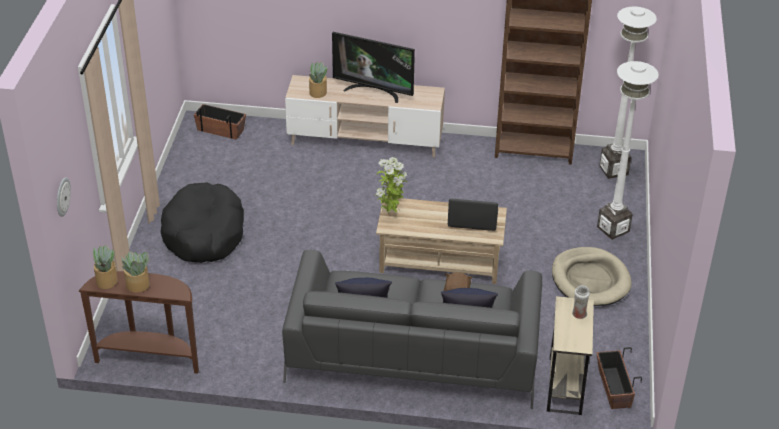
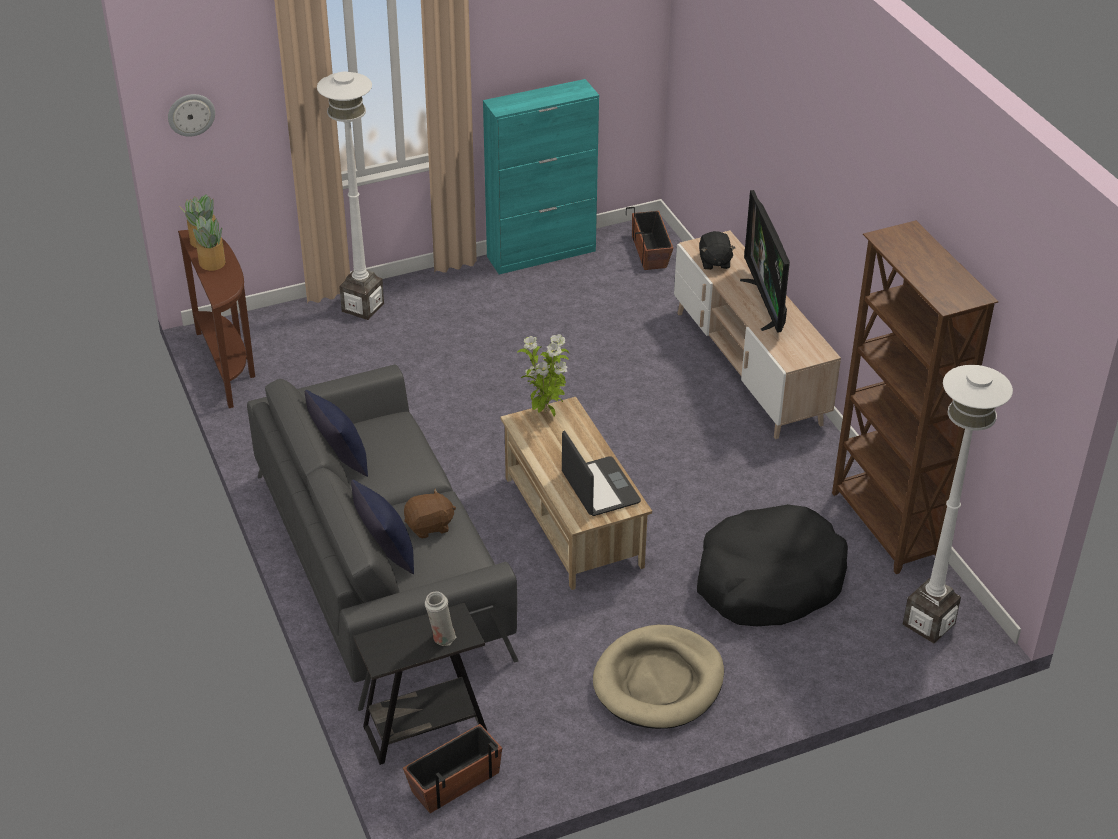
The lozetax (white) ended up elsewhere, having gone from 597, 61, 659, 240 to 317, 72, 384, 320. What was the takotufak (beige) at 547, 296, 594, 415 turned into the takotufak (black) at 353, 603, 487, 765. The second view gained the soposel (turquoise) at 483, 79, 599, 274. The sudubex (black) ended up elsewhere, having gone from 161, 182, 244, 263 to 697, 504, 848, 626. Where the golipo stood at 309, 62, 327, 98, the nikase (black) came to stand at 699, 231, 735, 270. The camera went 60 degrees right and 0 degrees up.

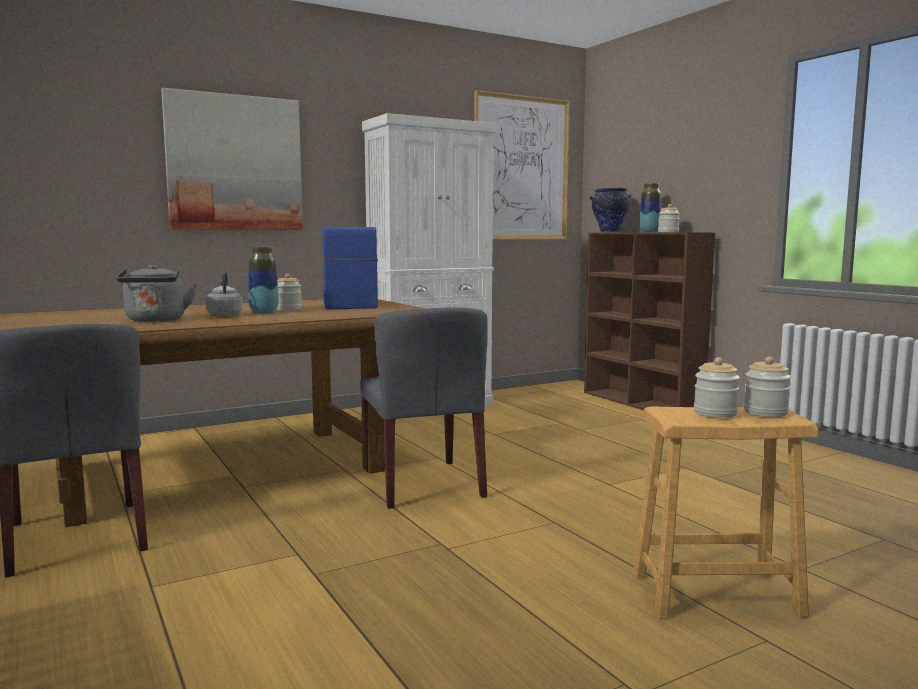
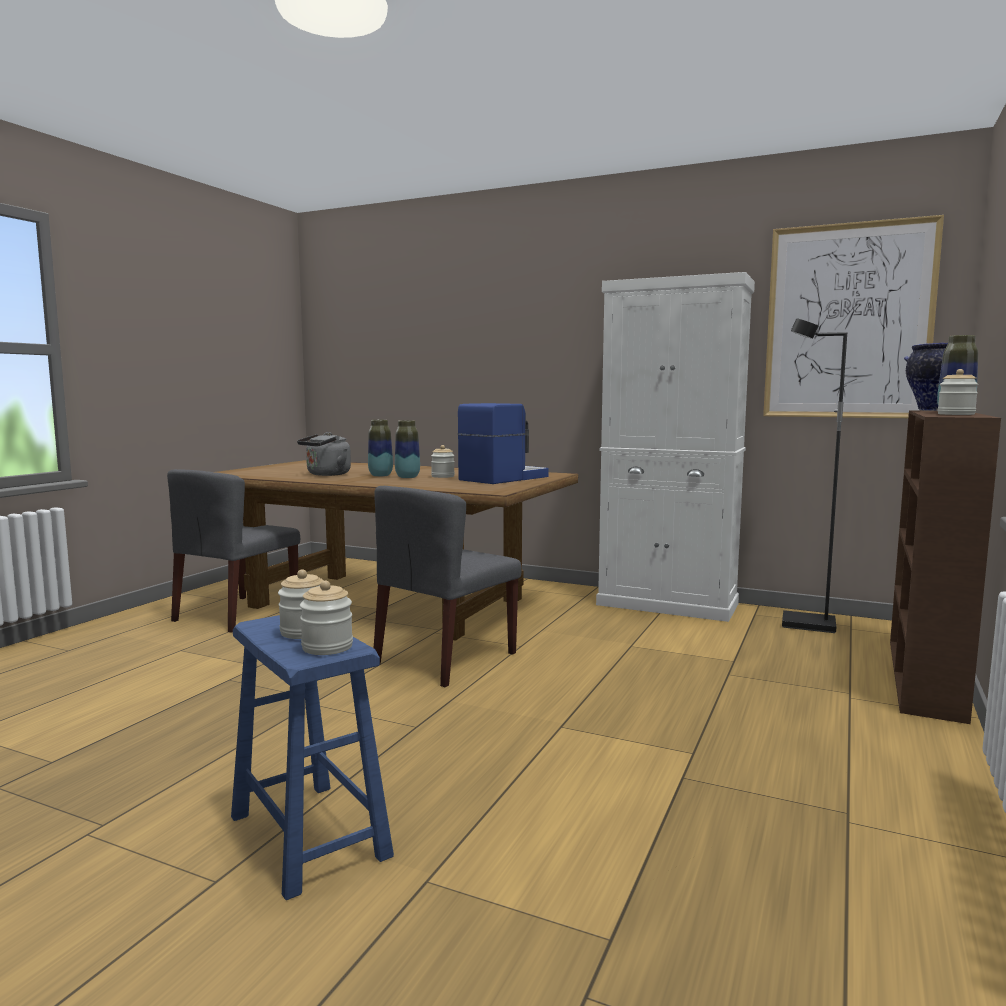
What was the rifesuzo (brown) at 633, 406, 818, 619 turned into the rifesuzo (blue) at 231, 615, 394, 900. Where the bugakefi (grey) stood at 206, 272, 243, 316, the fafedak came to stand at 368, 420, 393, 477. The second view gained the lozetax (black) at 782, 318, 847, 633. The second view lost the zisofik at 161, 88, 303, 230. The camera went 55 degrees right and 0 degrees up.

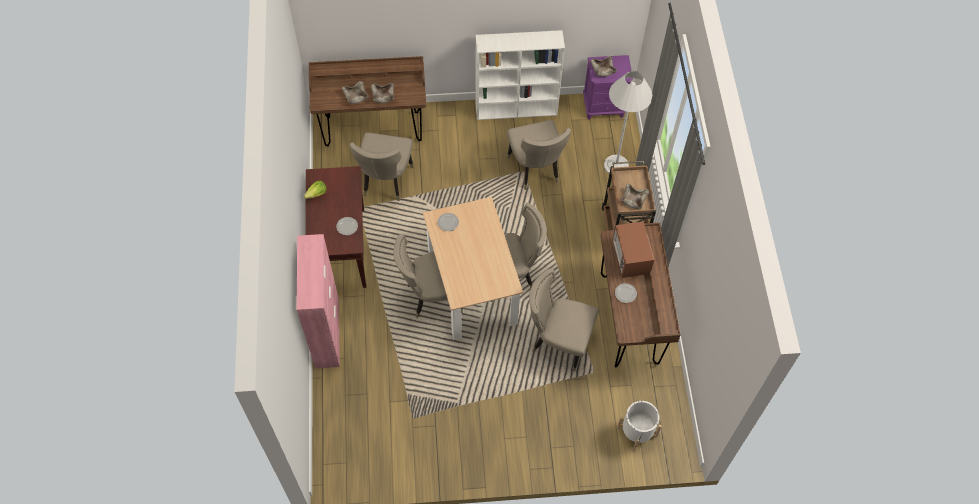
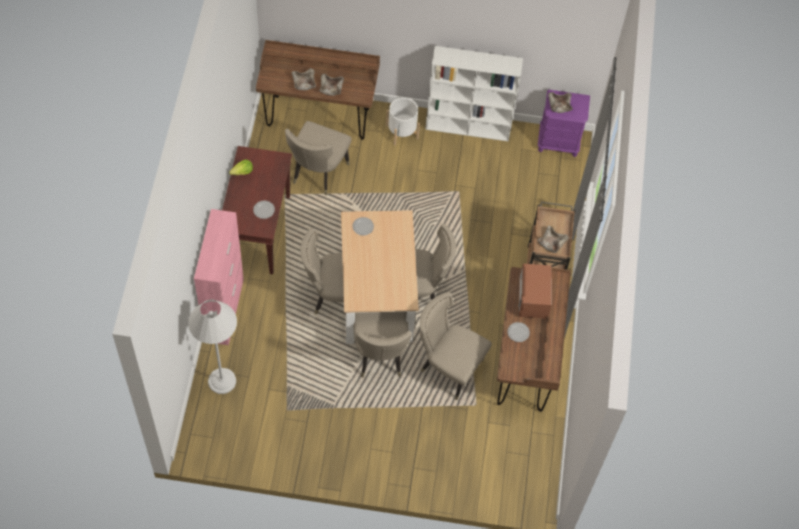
The lozetax (white) ended up elsewhere, having gone from 604, 71, 653, 173 to 188, 300, 237, 394. The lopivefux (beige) ended up elsewhere, having gone from 507, 120, 571, 190 to 353, 312, 412, 378. The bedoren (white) ended up elsewhere, having gone from 617, 401, 662, 451 to 386, 97, 420, 146. The camera went 10 degrees right and 0 degrees up.

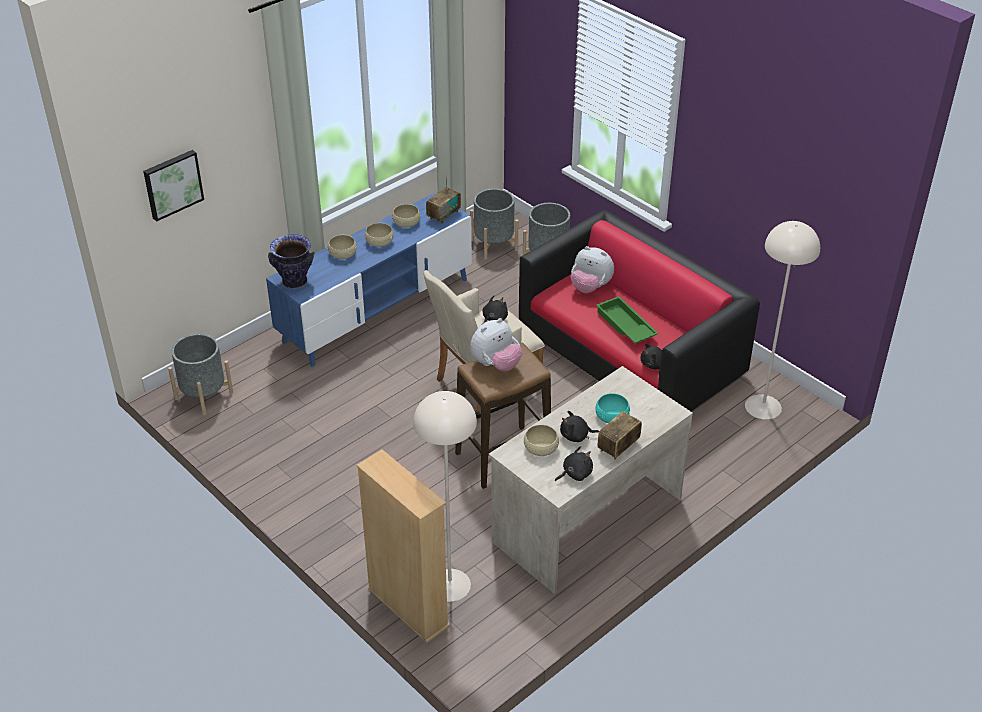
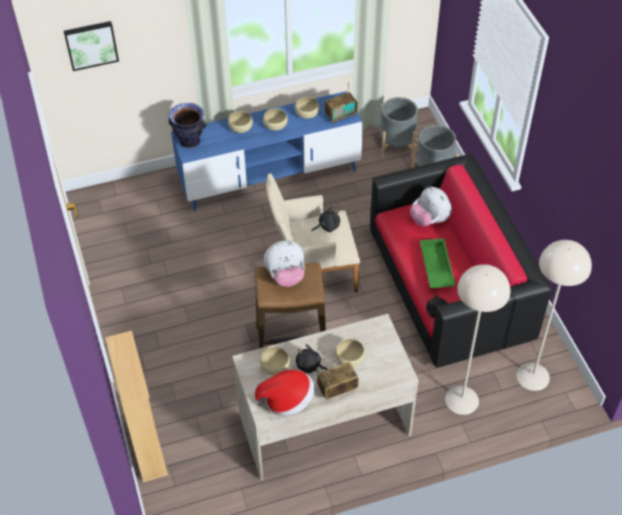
Where the nikase (black) stood at 555, 446, 593, 481, the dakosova came to stand at 255, 370, 315, 416. What was the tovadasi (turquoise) at 595, 393, 630, 423 turned into the tovadasi (beige) at 335, 339, 365, 367. The lozetax (beige) ended up elsewhere, having gone from 413, 391, 477, 602 to 445, 264, 510, 415. The second view lost the bedoren (grey) at 168, 334, 233, 416. The camera went 25 degrees right and 10 degrees up.

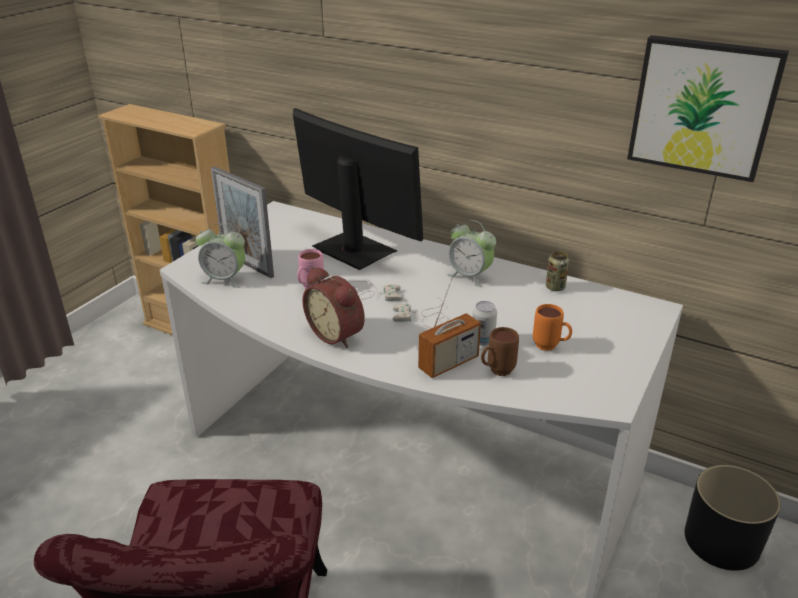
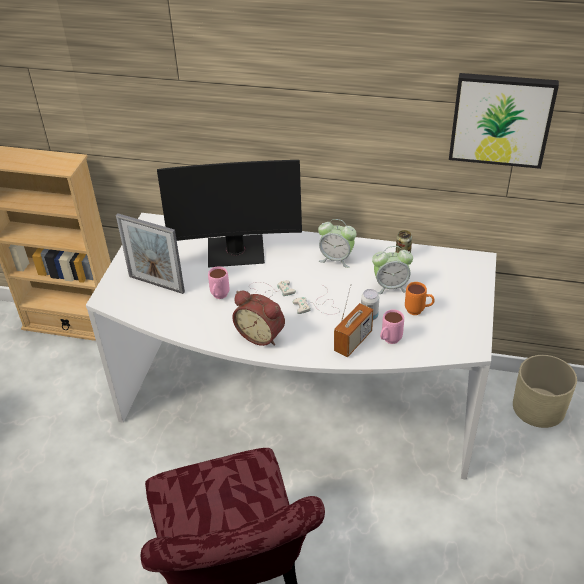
The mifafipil at 293, 108, 423, 270 ended up facing another way, 150 degrees clockwise from before. The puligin ended up elsewhere, having gone from 196, 223, 245, 288 to 372, 246, 413, 294. What was the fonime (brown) at 481, 327, 519, 376 turned into the fonime (pink) at 380, 309, 404, 344. What was the bedoren (black) at 685, 465, 781, 571 turned into the bedoren (beige) at 513, 355, 577, 428. The camera went 15 degrees left and 10 degrees up.

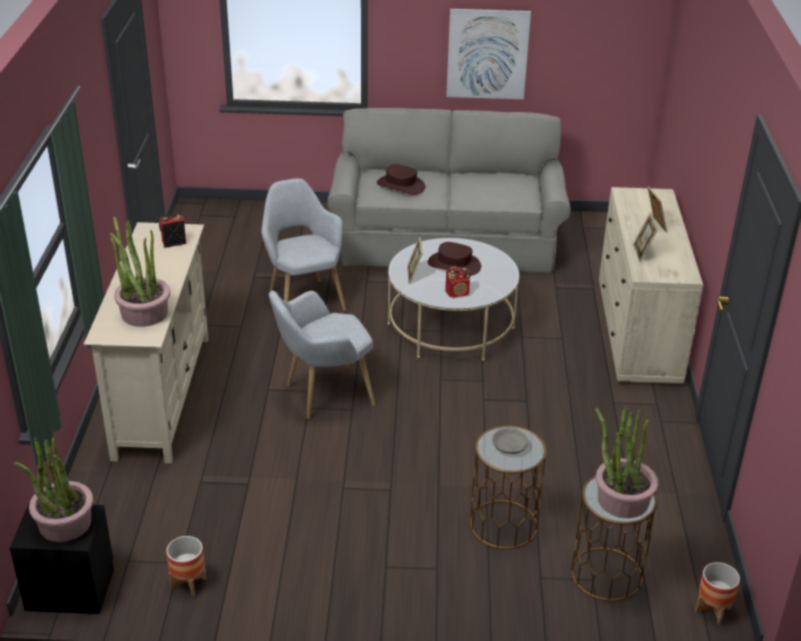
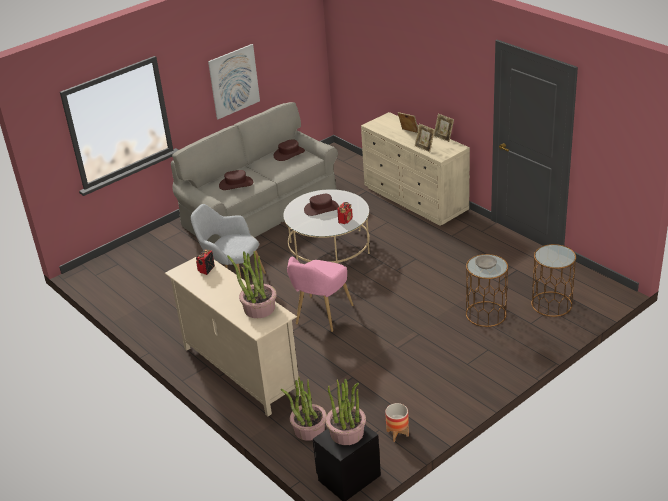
The second view gained the dakosova (brown) at 273, 139, 305, 161. The golipo ended up elsewhere, having gone from 595, 407, 658, 518 to 281, 377, 327, 441. What was the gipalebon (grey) at 269, 291, 375, 420 turned into the gipalebon (pink) at 287, 257, 353, 332. The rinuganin ended up elsewhere, having gone from 407, 236, 422, 284 to 434, 114, 454, 142. The second view lost the bedoren at 695, 562, 740, 625. The camera went 40 degrees left and 0 degrees up.

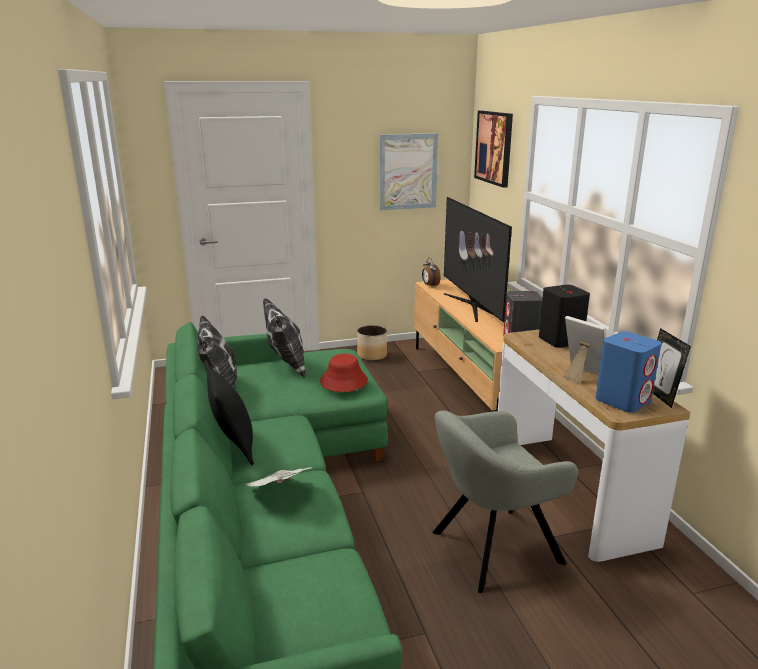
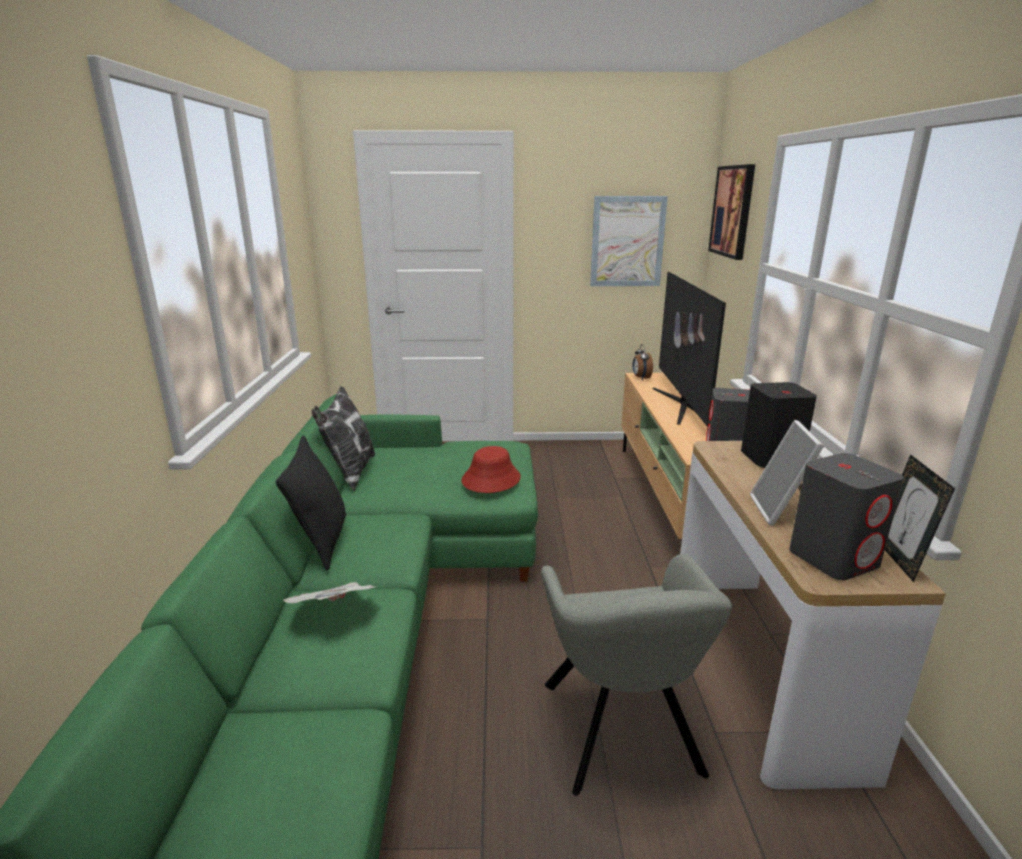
The gipalebon (grey) at 433, 411, 578, 593 ended up facing another way, 90 degrees counterclockwise from before. The rinuganin at 563, 316, 607, 384 ended up facing another way, 150 degrees counterclockwise from before. What was the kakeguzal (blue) at 596, 331, 661, 413 turned into the kakeguzal (grey) at 789, 453, 904, 580. The second view lost the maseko at 263, 298, 305, 377. The second view lost the bedoren at 357, 325, 387, 361. The camera went 15 degrees right and 0 degrees up.

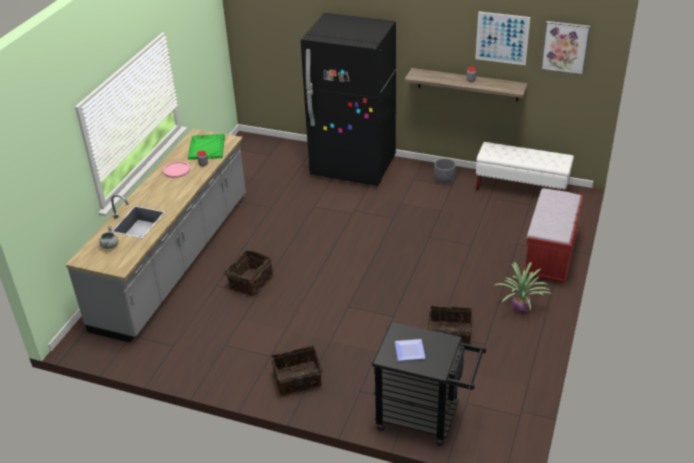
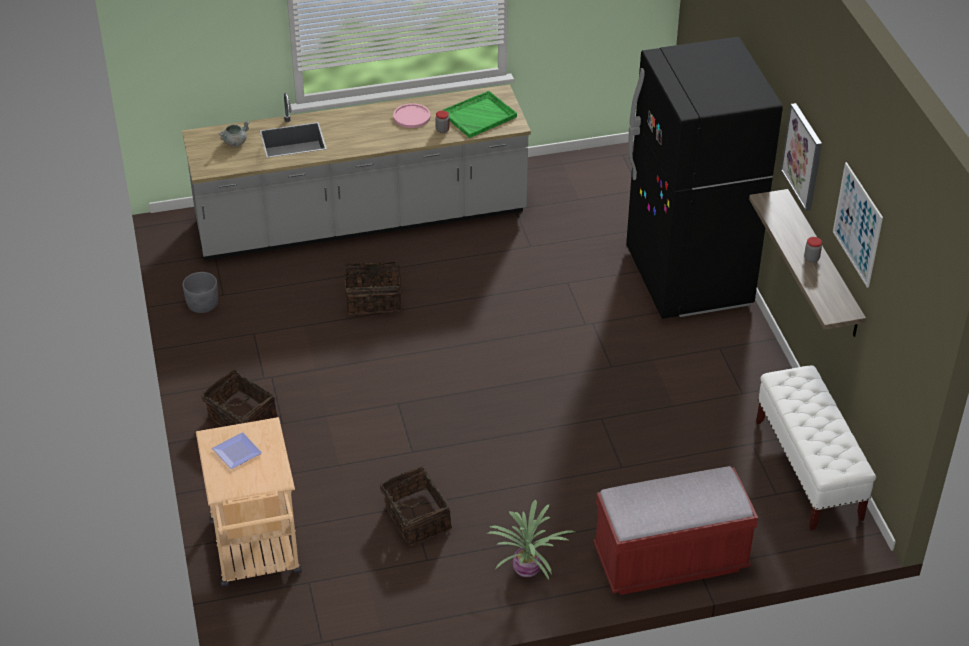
The bedoren (grey) ended up elsewhere, having gone from 435, 158, 456, 183 to 182, 272, 218, 313. What was the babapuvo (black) at 372, 322, 486, 446 turned into the babapuvo (beige) at 196, 417, 302, 587. The zisofik ended up elsewhere, having gone from 541, 21, 590, 75 to 781, 103, 822, 211. The camera went 55 degrees right and 5 degrees up.

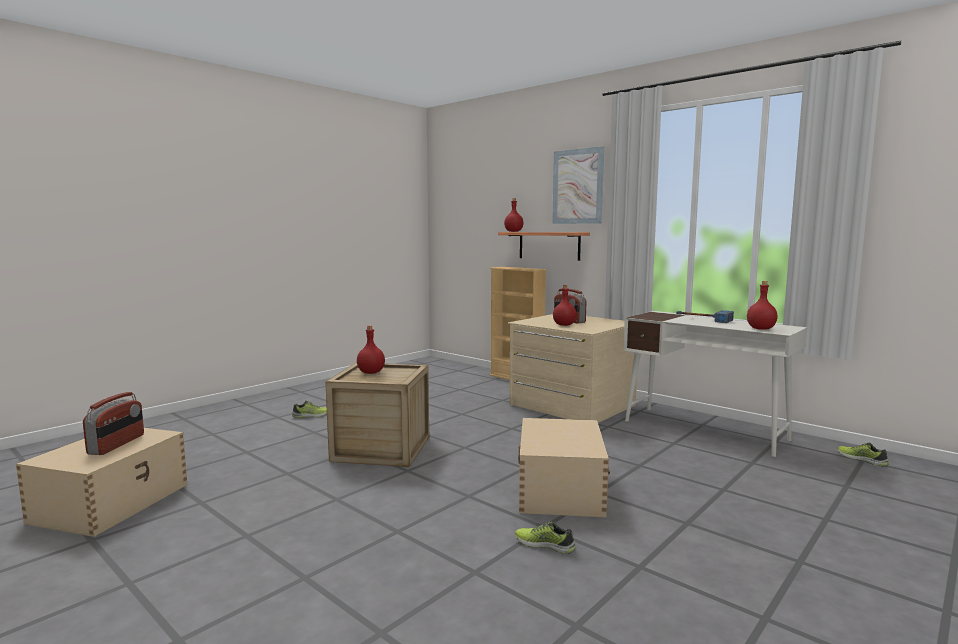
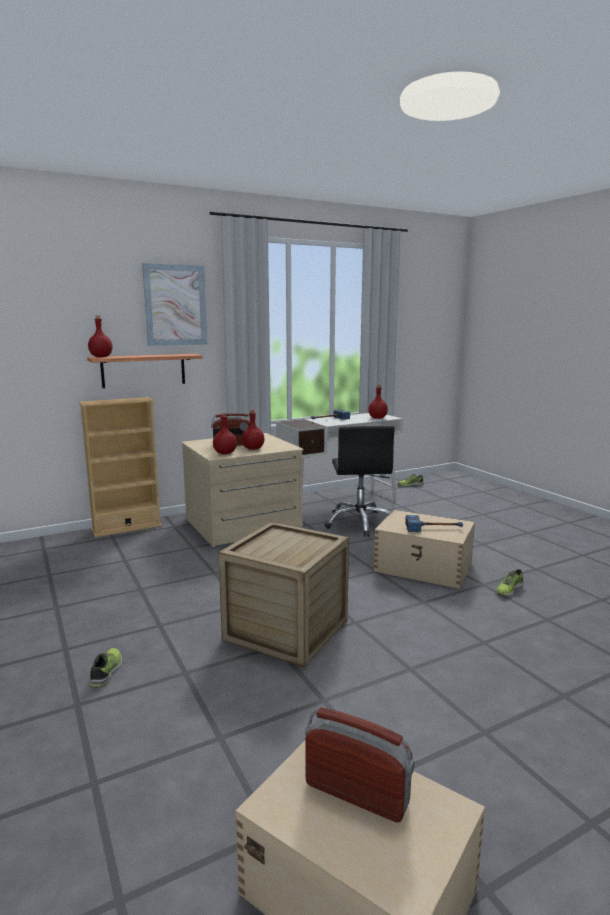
The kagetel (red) ended up elsewhere, having gone from 357, 326, 385, 374 to 213, 413, 237, 454. The second view gained the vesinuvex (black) at 325, 426, 395, 537. The second view gained the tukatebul at 405, 515, 463, 532. The camera went 70 degrees left and 5 degrees up.

